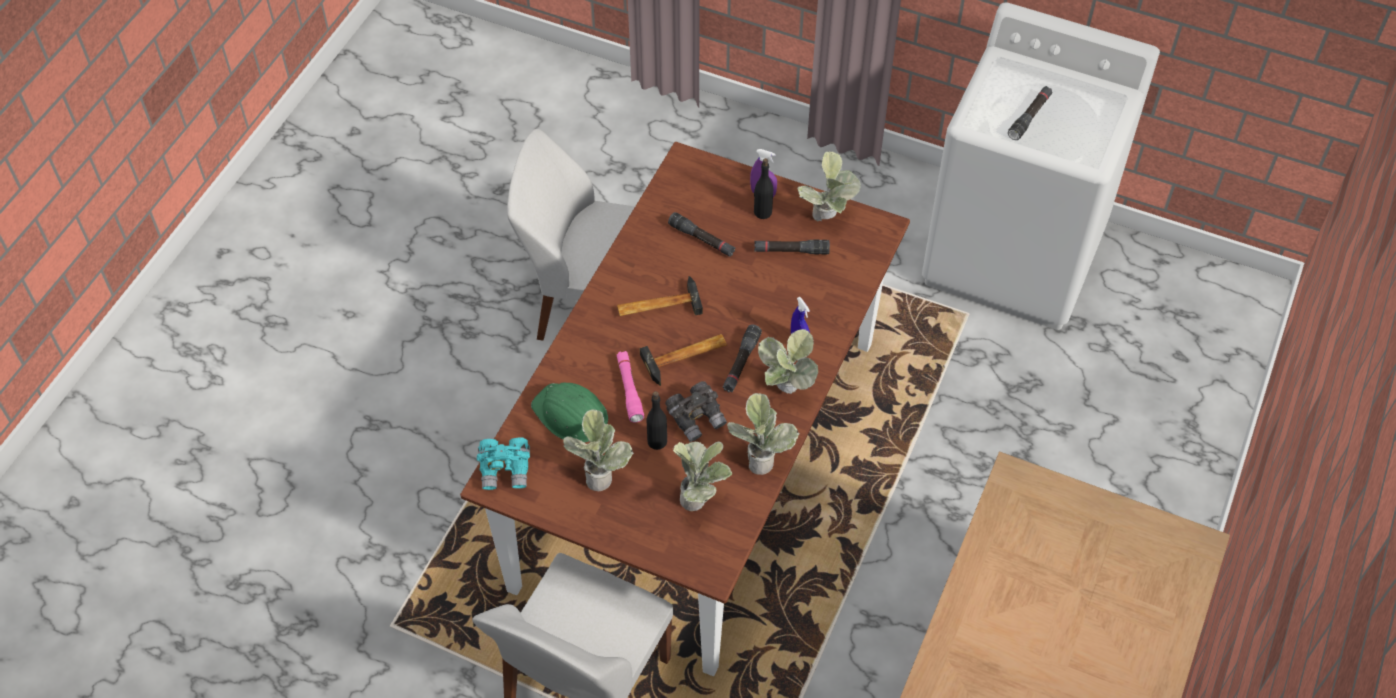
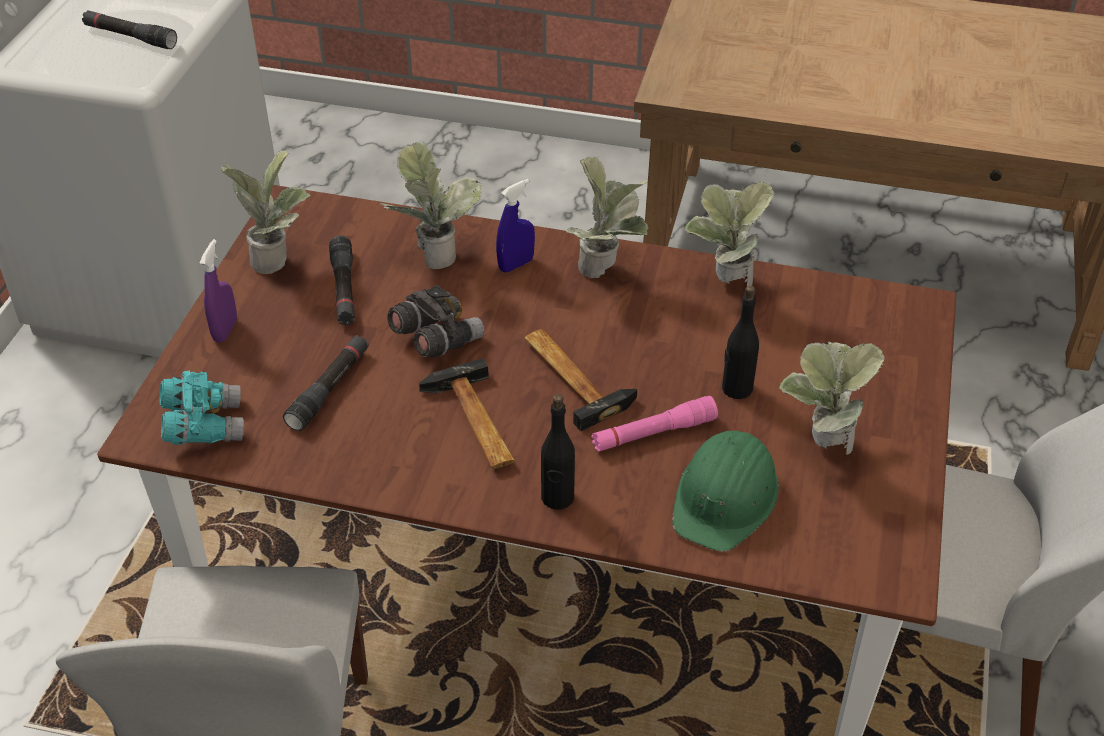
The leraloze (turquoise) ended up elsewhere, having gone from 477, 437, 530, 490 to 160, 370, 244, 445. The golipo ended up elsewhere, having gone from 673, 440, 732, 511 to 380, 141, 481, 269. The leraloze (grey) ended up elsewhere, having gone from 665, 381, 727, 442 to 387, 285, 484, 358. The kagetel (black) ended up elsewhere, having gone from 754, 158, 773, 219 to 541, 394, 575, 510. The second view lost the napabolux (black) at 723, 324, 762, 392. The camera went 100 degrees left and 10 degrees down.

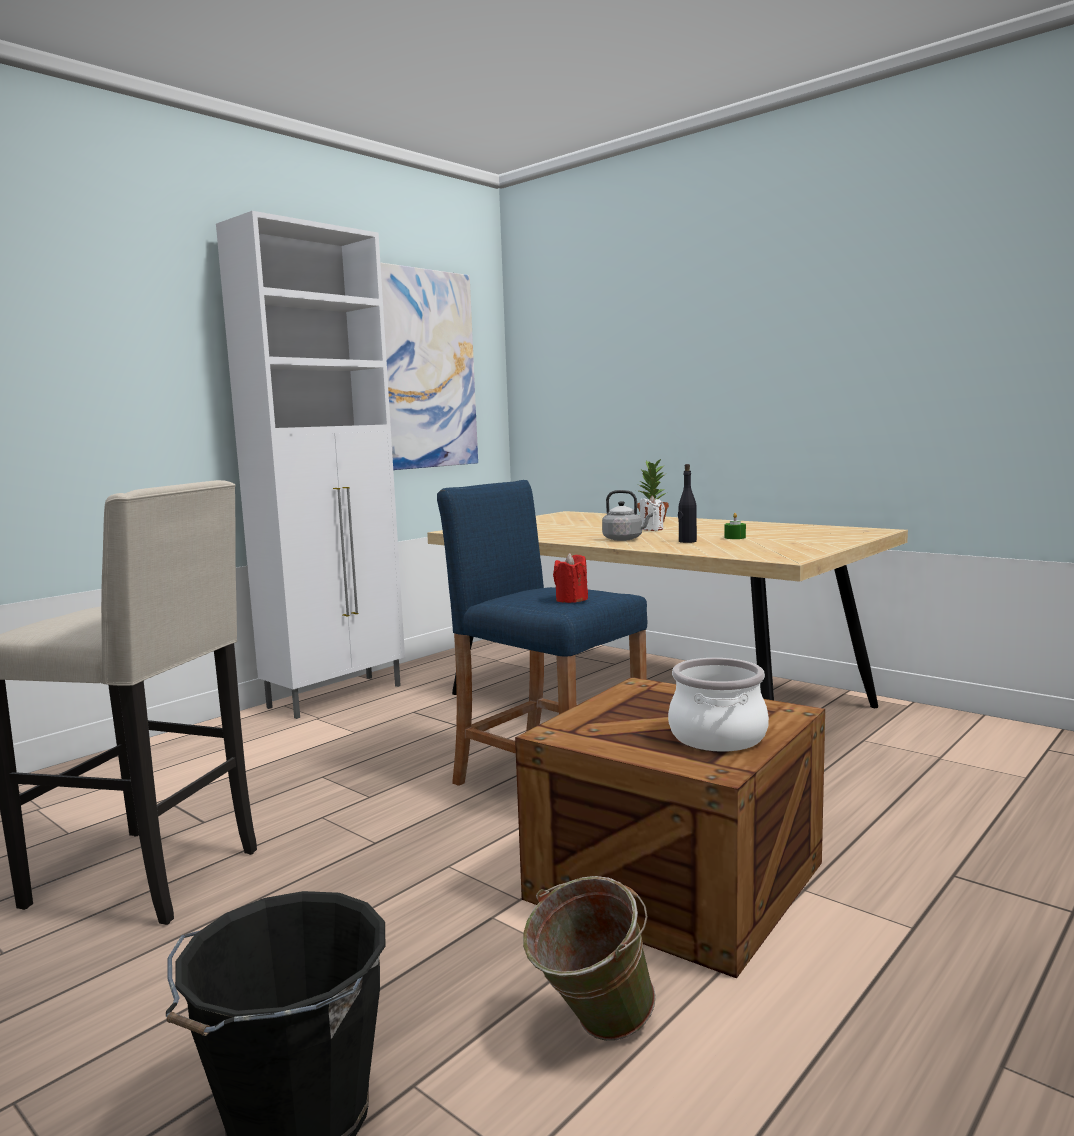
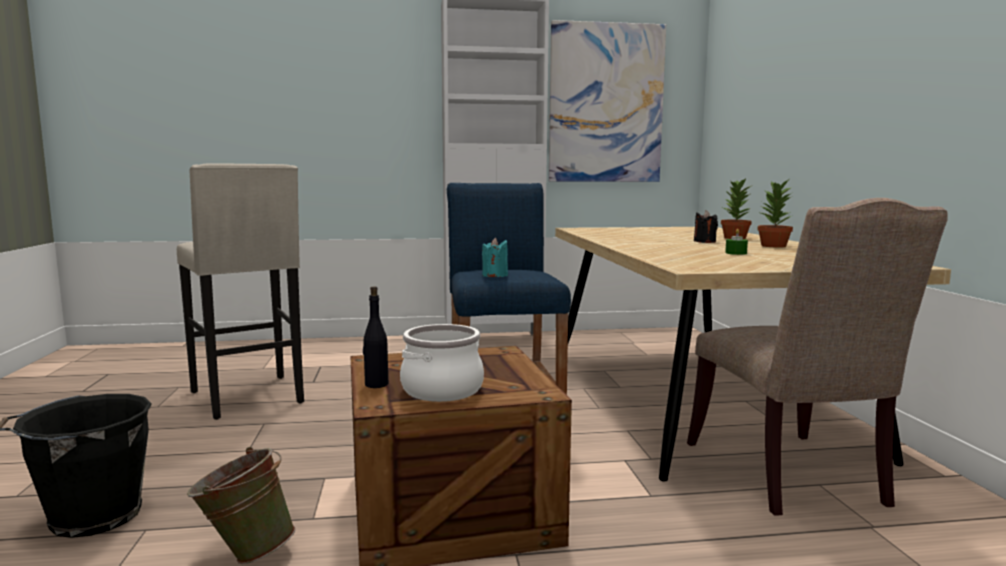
The kagetel (black) ended up elsewhere, having gone from 678, 464, 697, 543 to 363, 286, 388, 388. What was the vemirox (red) at 553, 553, 588, 603 turned into the vemirox (turquoise) at 482, 238, 508, 277. The second view gained the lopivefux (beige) at 687, 198, 948, 516. What was the vemirox (white) at 640, 495, 665, 531 turned into the vemirox (black) at 694, 210, 718, 243. The second view gained the golipo at 757, 180, 793, 248. The second view lost the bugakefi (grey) at 602, 490, 653, 541. The camera went 40 degrees right and 0 degrees up.

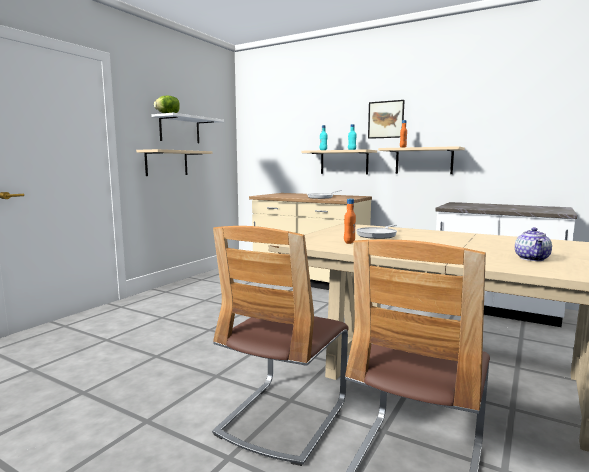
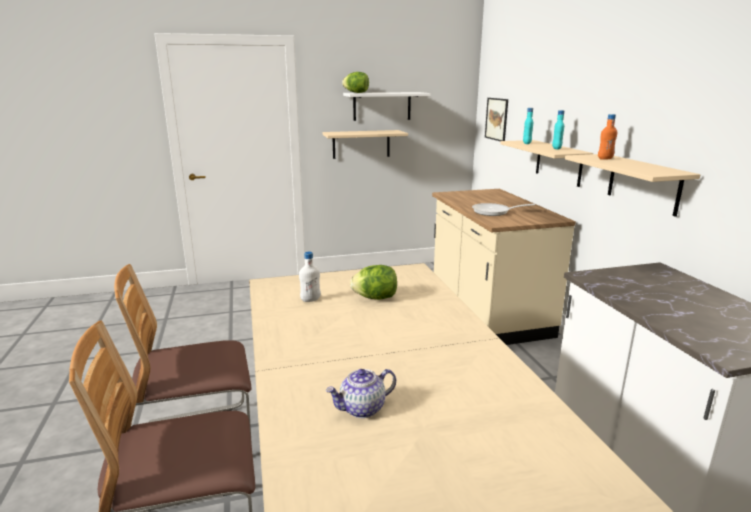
What was the kagetel (orange) at 344, 199, 356, 244 turned into the kagetel (white) at 299, 252, 321, 302. Where the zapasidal stood at 356, 224, 397, 239, the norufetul came to stand at 350, 265, 397, 300. The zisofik ended up elsewhere, having gone from 368, 100, 404, 139 to 485, 98, 508, 141. The camera went 45 degrees right and 10 degrees up.

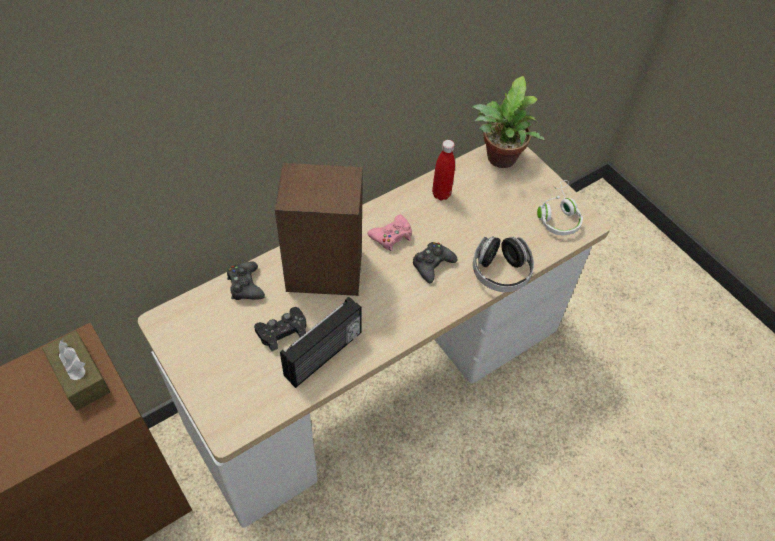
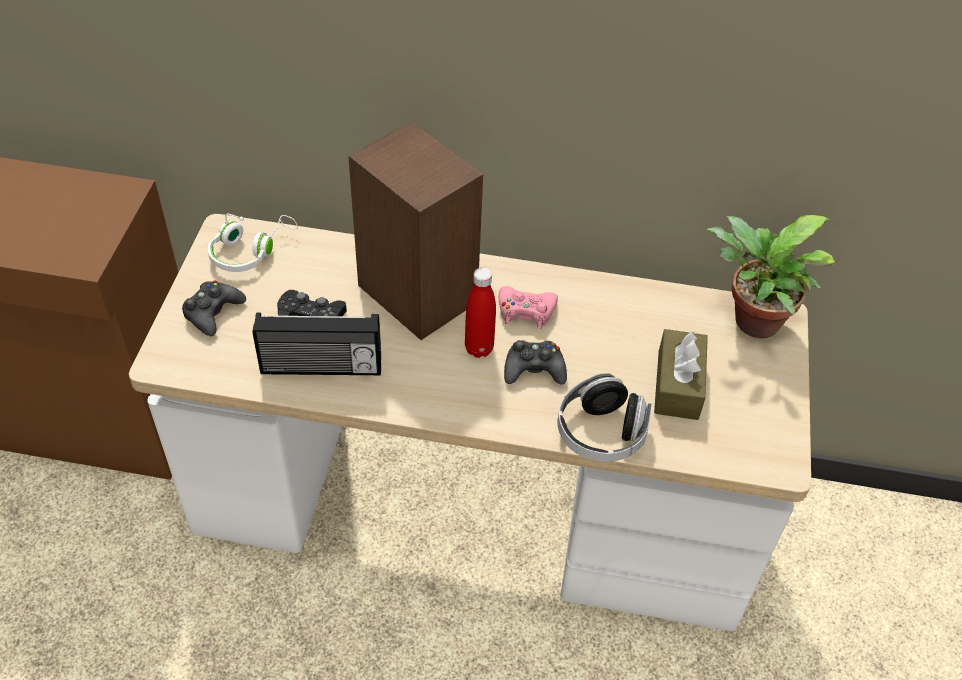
The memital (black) ended up elsewhere, having gone from 227, 261, 265, 300 to 182, 280, 246, 336. The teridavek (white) ended up elsewhere, having gone from 537, 180, 583, 235 to 208, 213, 298, 272. The kagetel (red) ended up elsewhere, having gone from 432, 140, 455, 200 to 465, 267, 496, 358. The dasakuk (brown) ended up elsewhere, having gone from 42, 330, 110, 410 to 654, 329, 708, 420. The camera went 45 degrees right and 5 degrees down.

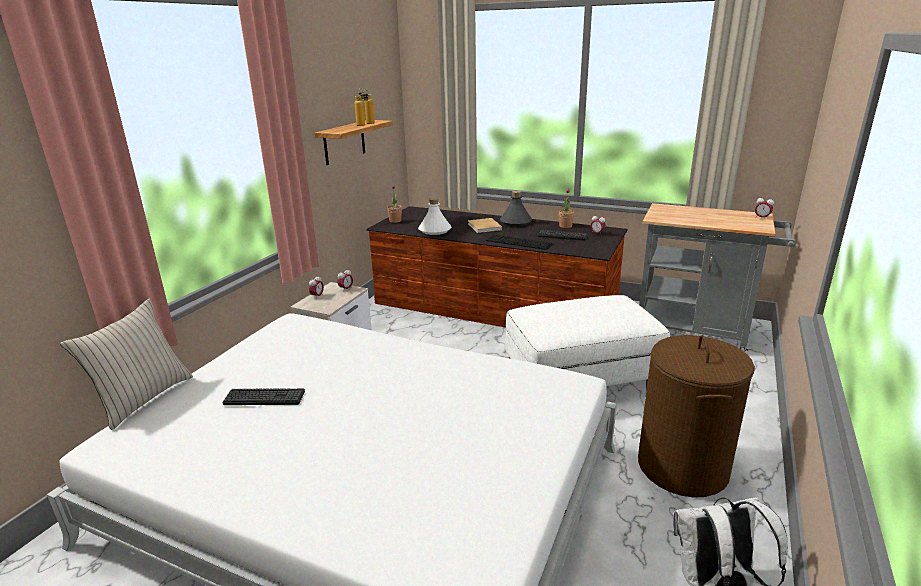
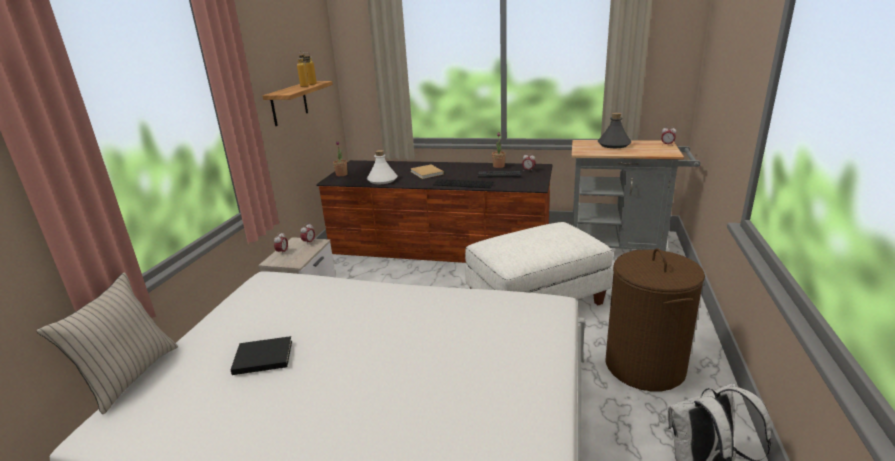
Where the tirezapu stood at 223, 388, 305, 405, the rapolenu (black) came to stand at 231, 336, 292, 375. The kagetel (grey) ended up elsewhere, having gone from 500, 191, 532, 227 to 598, 113, 631, 148. The camera went 10 degrees left and 0 degrees up.

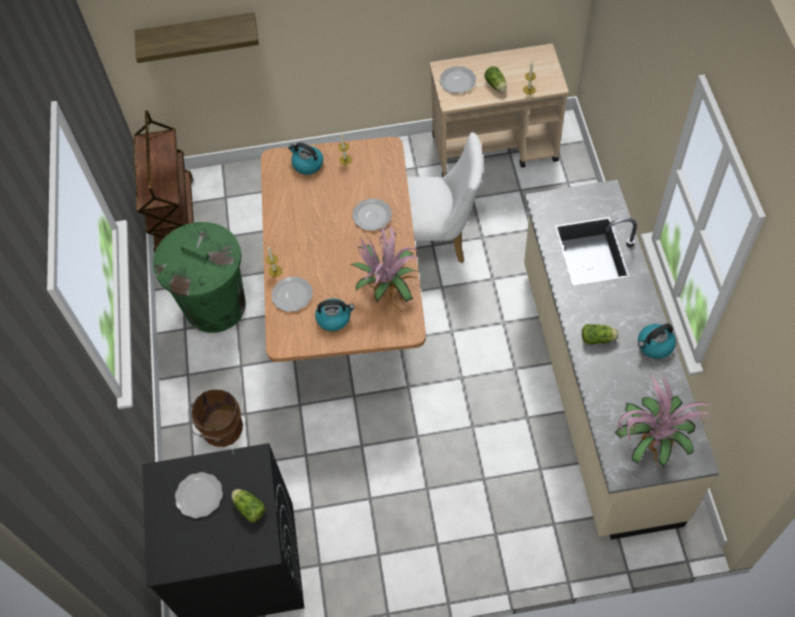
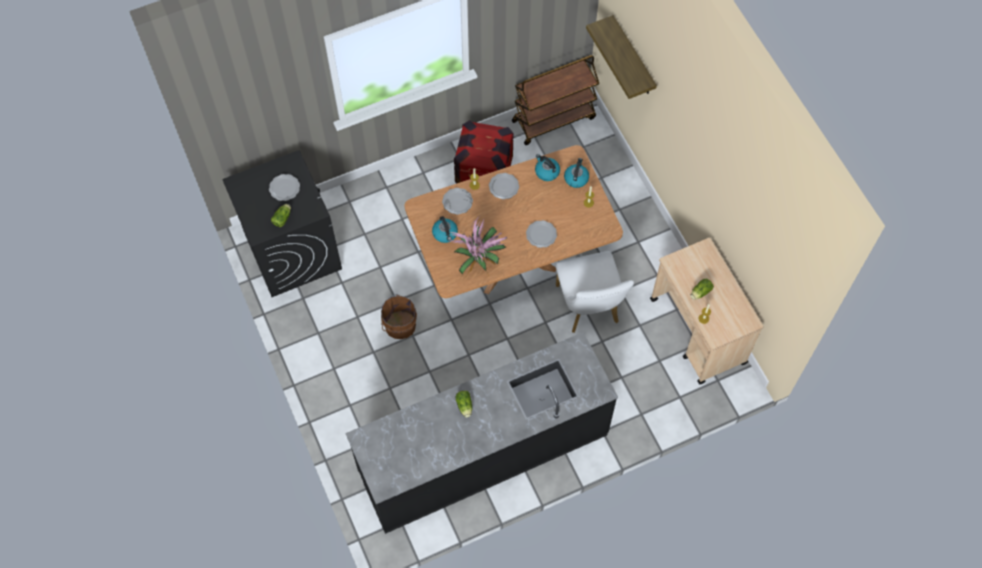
What was the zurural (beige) at 524, 180, 719, 540 turned into the zurural (black) at 345, 332, 618, 534. The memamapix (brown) ended up elsewhere, having gone from 188, 389, 243, 447 to 381, 294, 417, 339. Where the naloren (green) stood at 153, 222, 246, 333, the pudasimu came to stand at 454, 120, 514, 184. The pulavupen ended up elsewhere, having gone from 440, 66, 476, 93 to 489, 173, 519, 199. The bugakefi ended up elsewhere, having gone from 638, 324, 676, 359 to 535, 154, 560, 181. The second view lost the golipo at 615, 372, 713, 468. The camera went 70 degrees right and 5 degrees up.

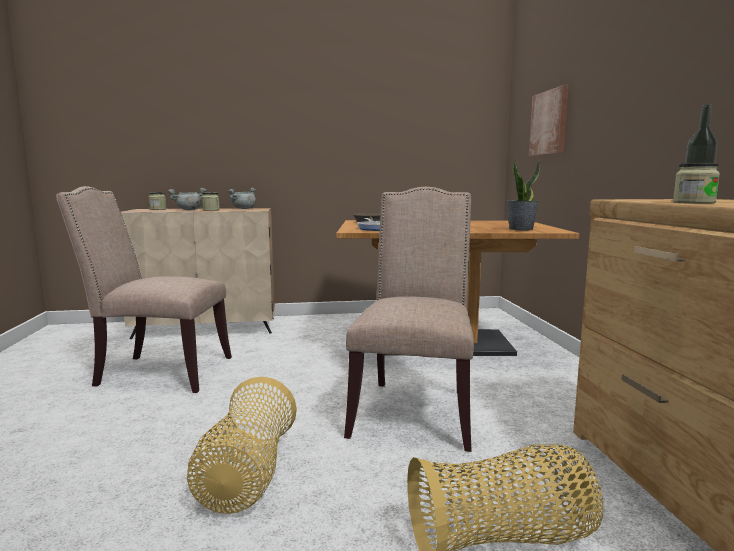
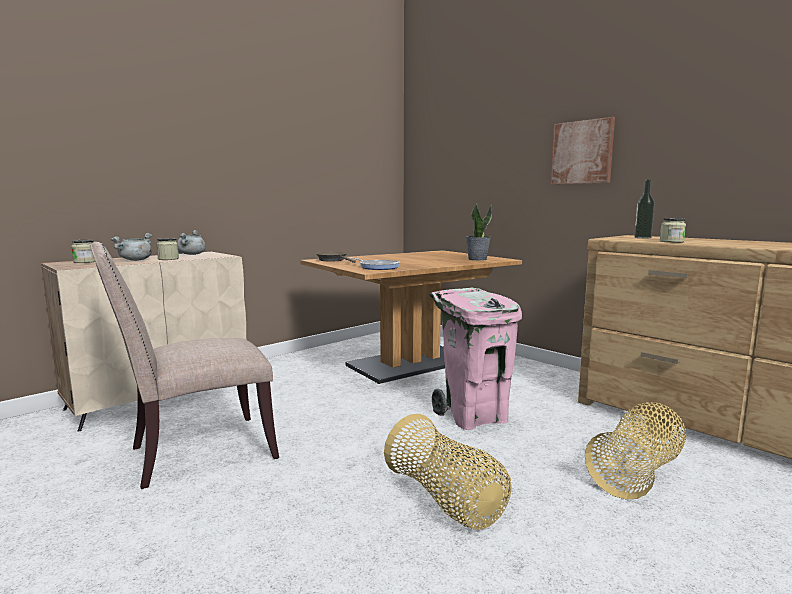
Where the lopivefux (beige) stood at 344, 187, 474, 452, the naloren (pink) came to stand at 430, 288, 522, 430. The zisofik ended up elsewhere, having gone from 529, 85, 568, 156 to 550, 117, 615, 185. The camera went 35 degrees left and 0 degrees up.

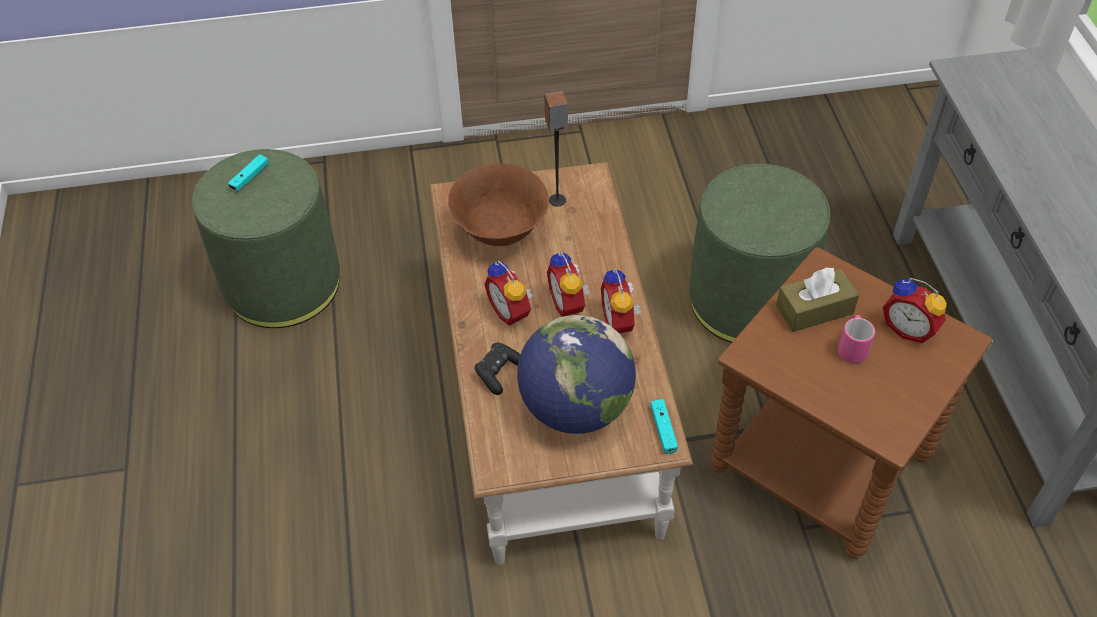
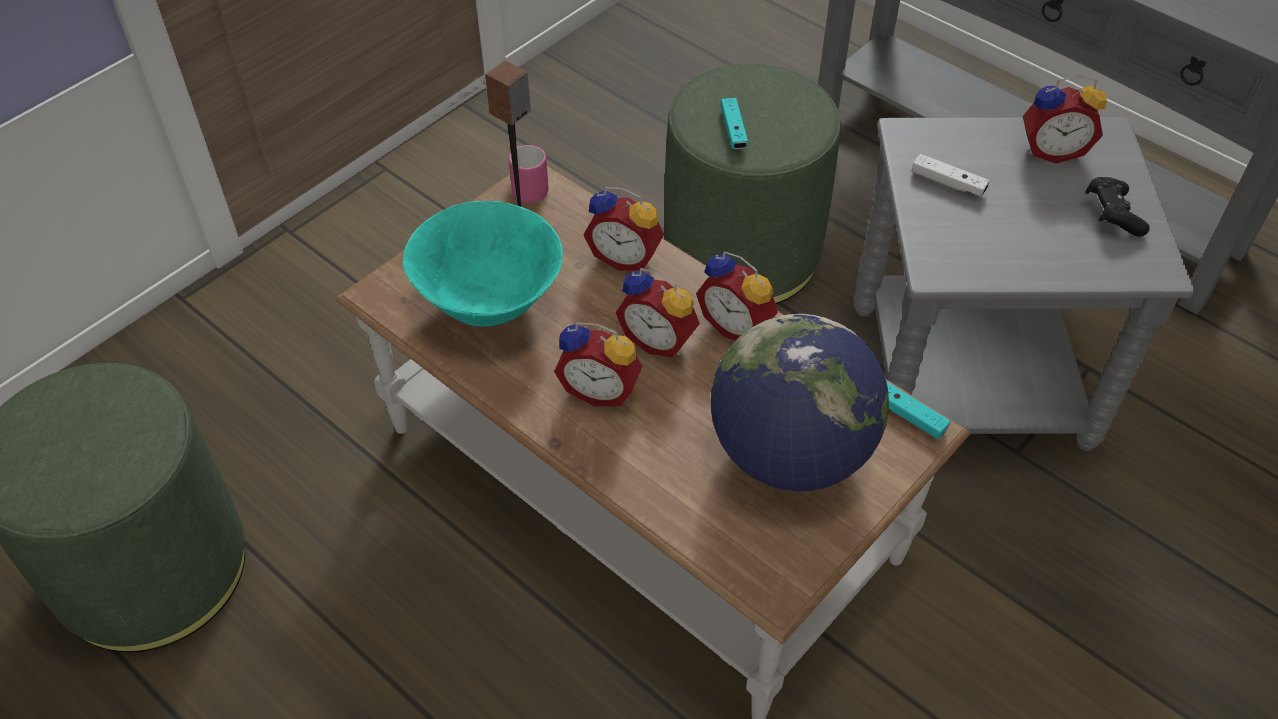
What was the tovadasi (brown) at 448, 164, 549, 246 turned into the tovadasi (turquoise) at 403, 201, 563, 327. The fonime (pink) ended up elsewhere, having gone from 838, 315, 875, 363 to 509, 145, 549, 203. The second view gained the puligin at 583, 187, 664, 271. The memital (turquoise) ended up elsewhere, having gone from 228, 154, 269, 191 to 721, 98, 748, 149. What was the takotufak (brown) at 711, 247, 992, 559 turned into the takotufak (grey) at 853, 117, 1195, 451. Where the dasakuk (brown) stood at 776, 267, 859, 332, the memital (white) came to stand at 912, 154, 989, 196. The memital (black) ended up elsewhere, having gone from 475, 343, 521, 395 to 1085, 177, 1150, 237. The camera went 40 degrees left and 0 degrees up.

